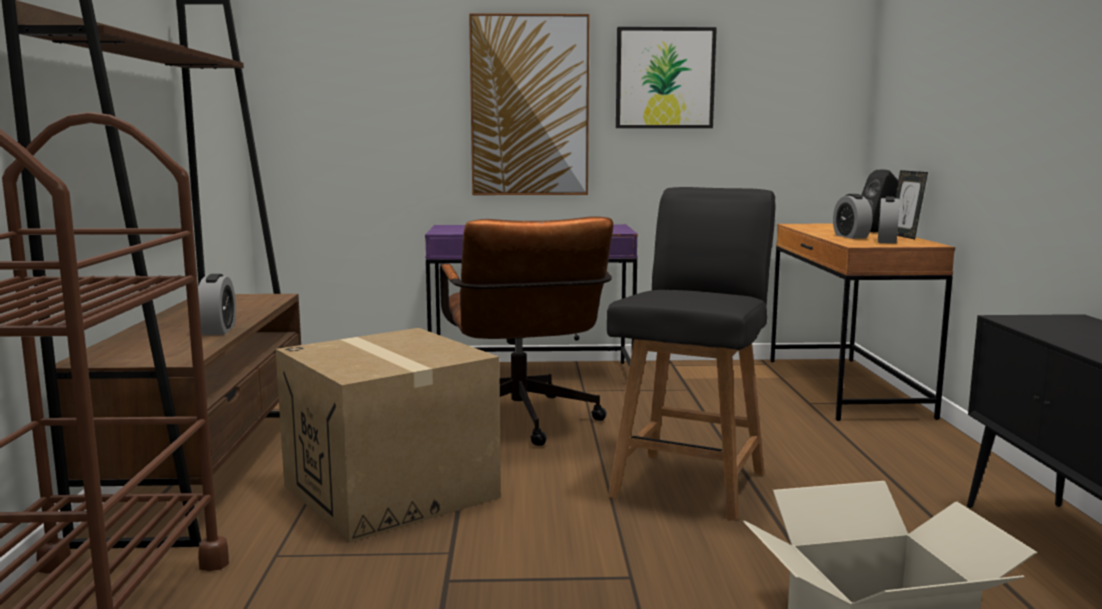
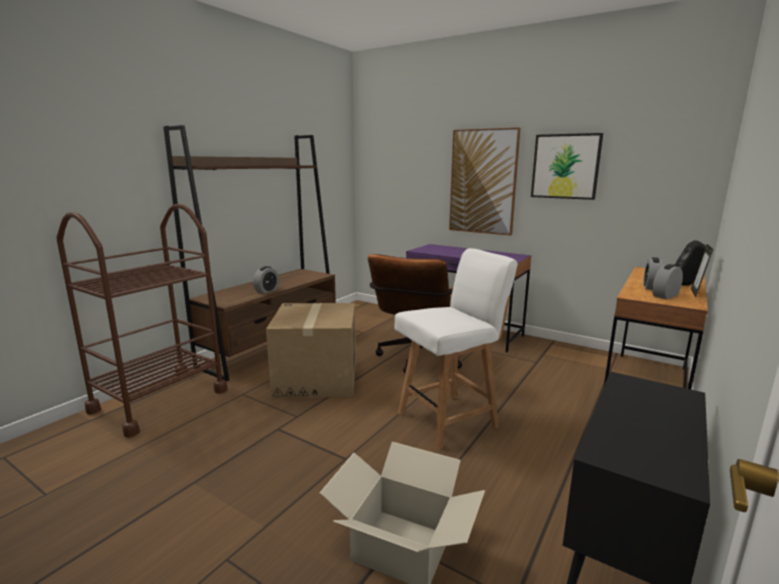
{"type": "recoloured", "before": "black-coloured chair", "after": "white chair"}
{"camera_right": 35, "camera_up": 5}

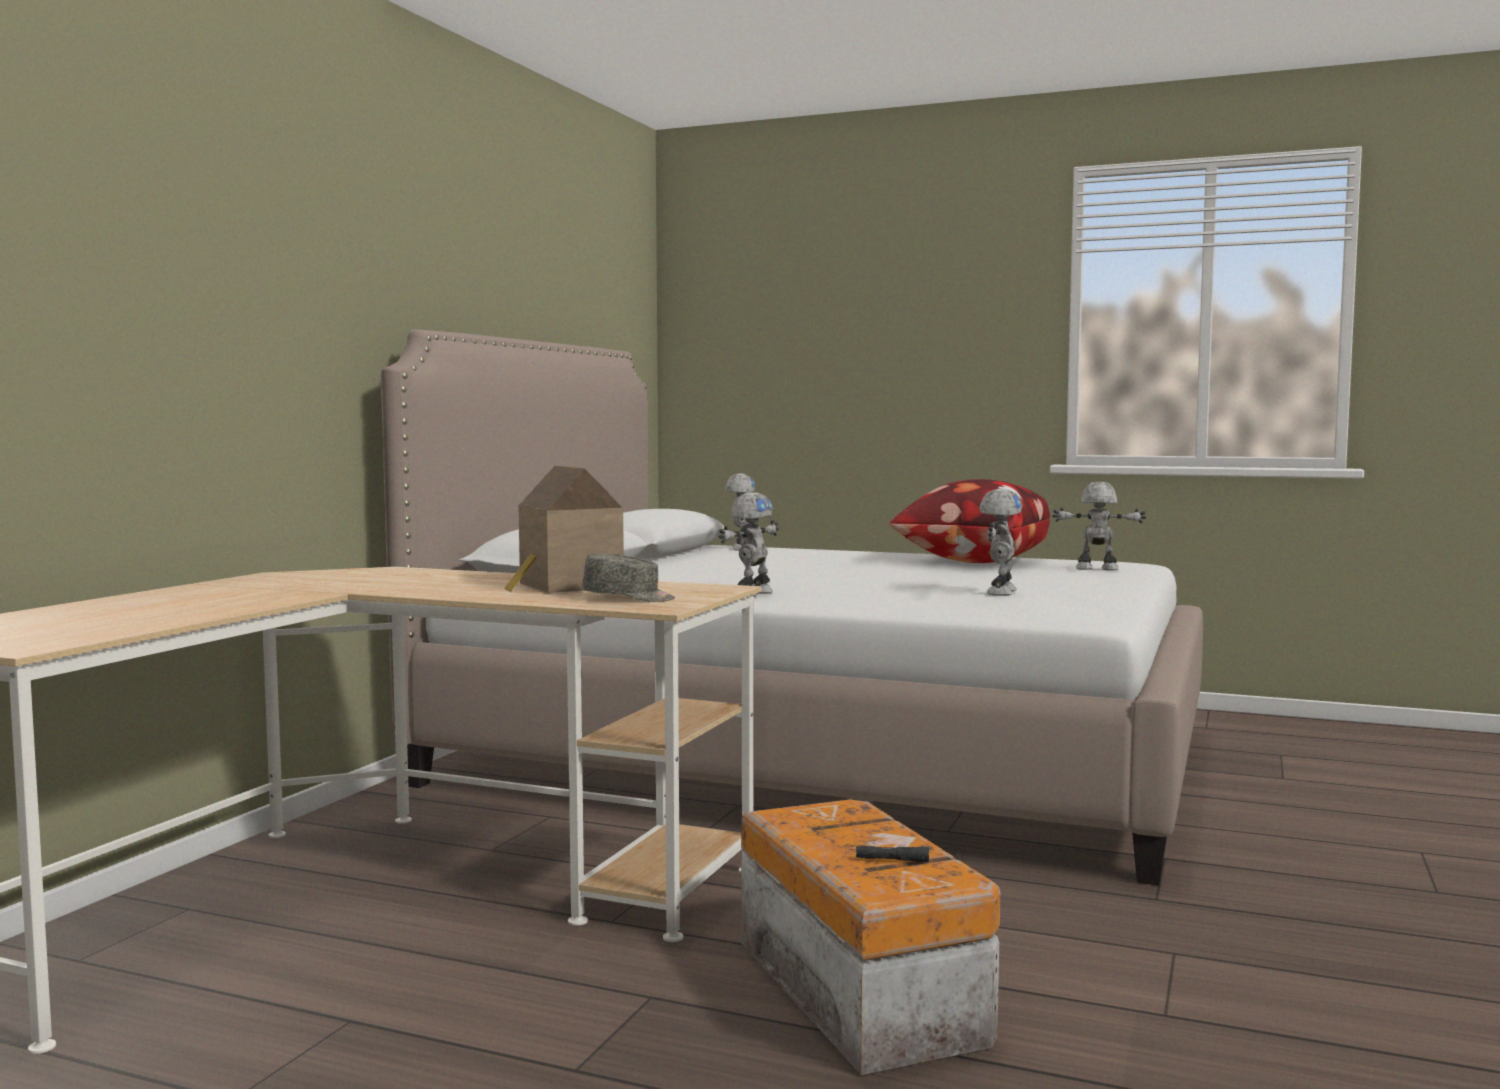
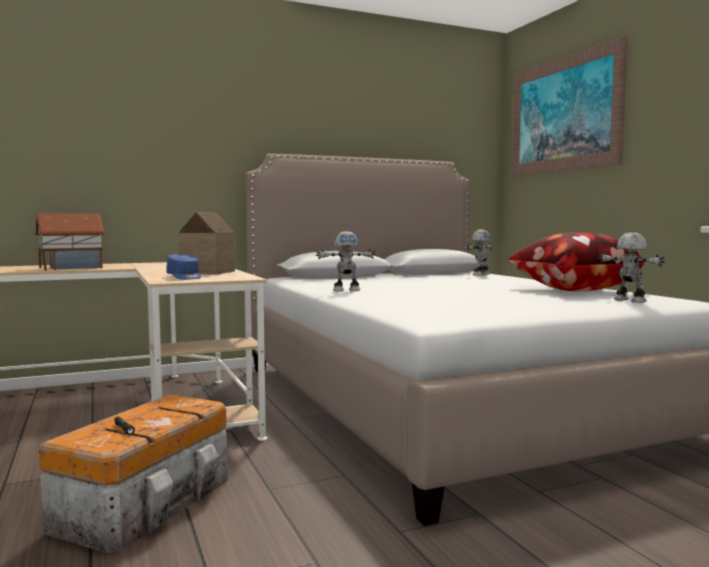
{"type": "removed", "before": "robot figure (3rd from left)"}
{"type": "recoloured", "before": "gray peaked cap", "after": "blue peaked cap"}
{"type": "added", "after": "wall picture"}
{"type": "added", "after": "model house (1st from left)"}
{"camera_right": 45, "camera_up": 0}

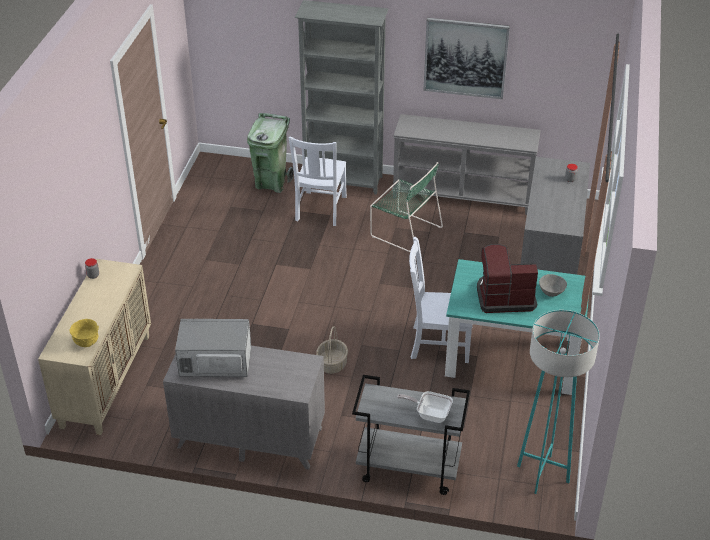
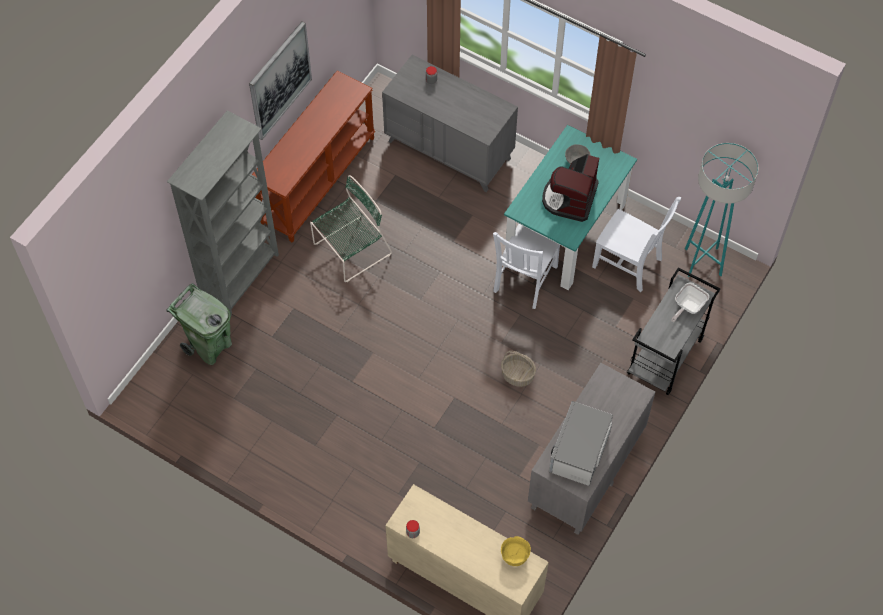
{"type": "recoloured", "before": "gray hall table", "after": "brown-coloured hall table"}
{"type": "moved", "before": "white chair (1st from left in the first image)", "after": "white chair (2nd from left)"}
{"camera_right": -70, "camera_up": 20}

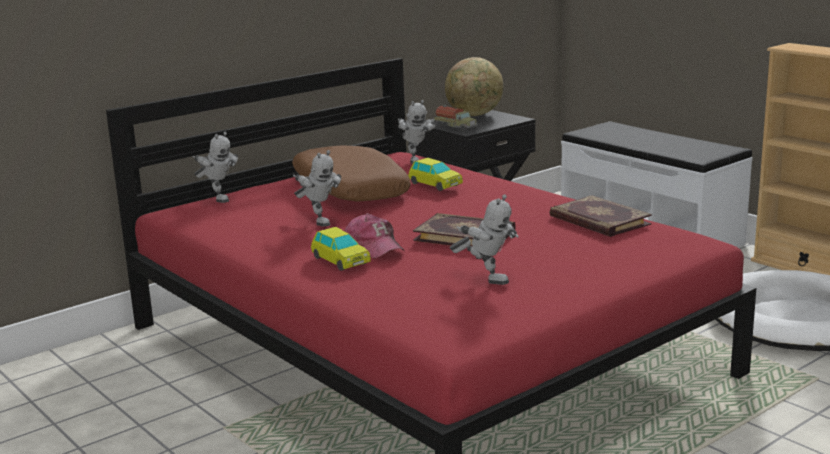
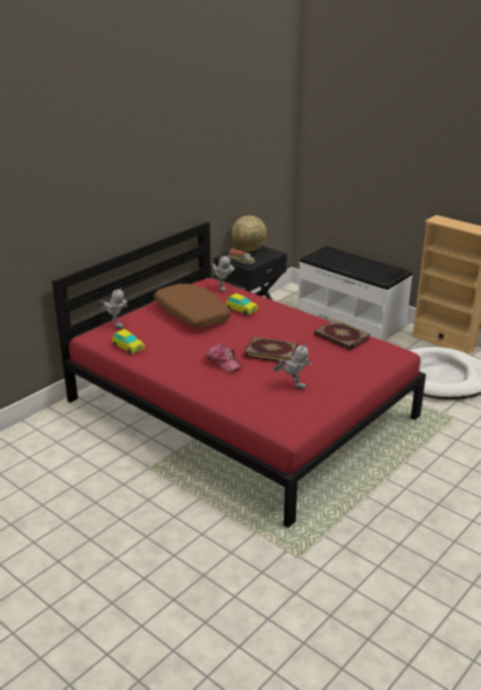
{"type": "removed", "before": "robot figure (2nd from left)"}
{"type": "moved", "before": "model car (1st from left)"}
{"camera_right": -10, "camera_up": 10}

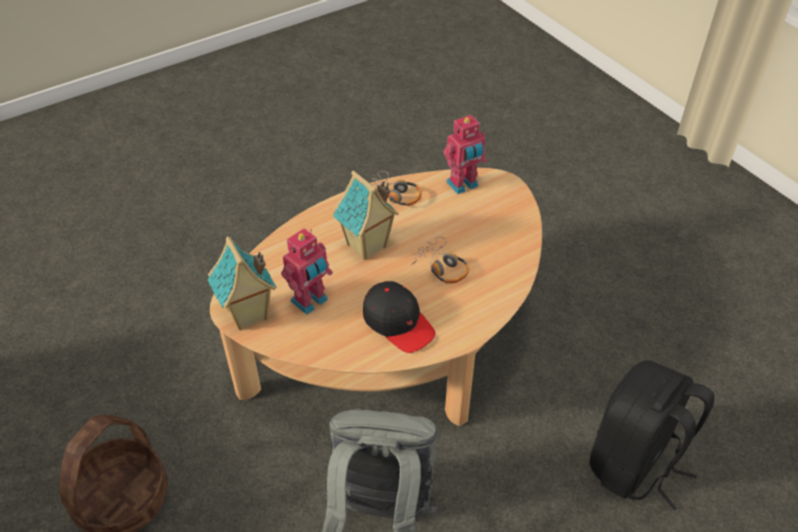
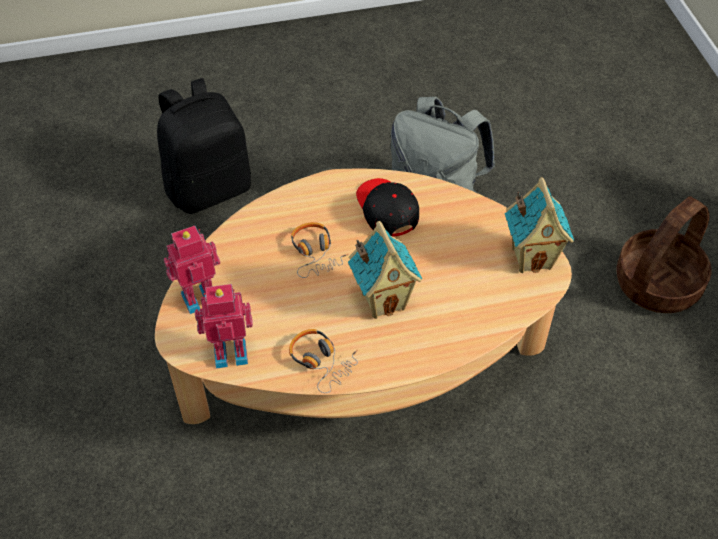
{"type": "moved", "before": "robot figure (1st from left)"}
{"camera_right": -160, "camera_up": 5}

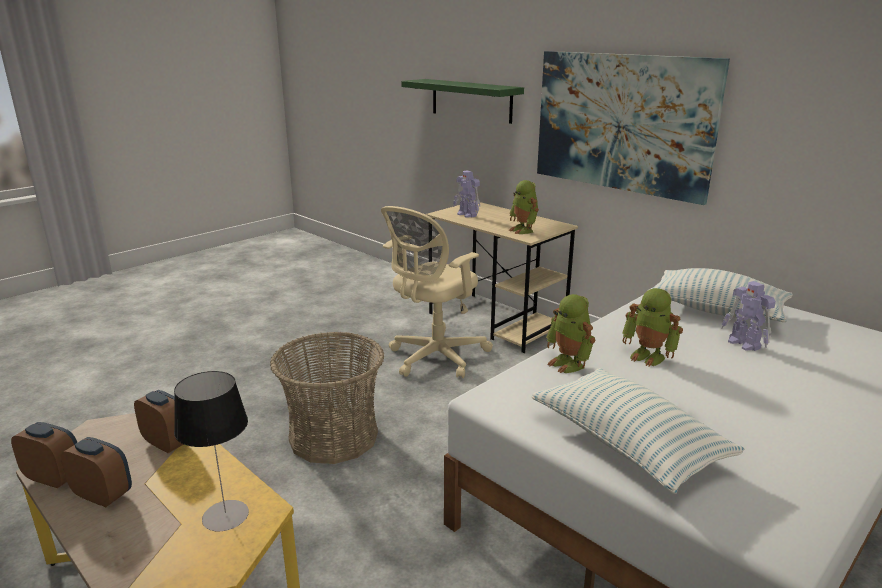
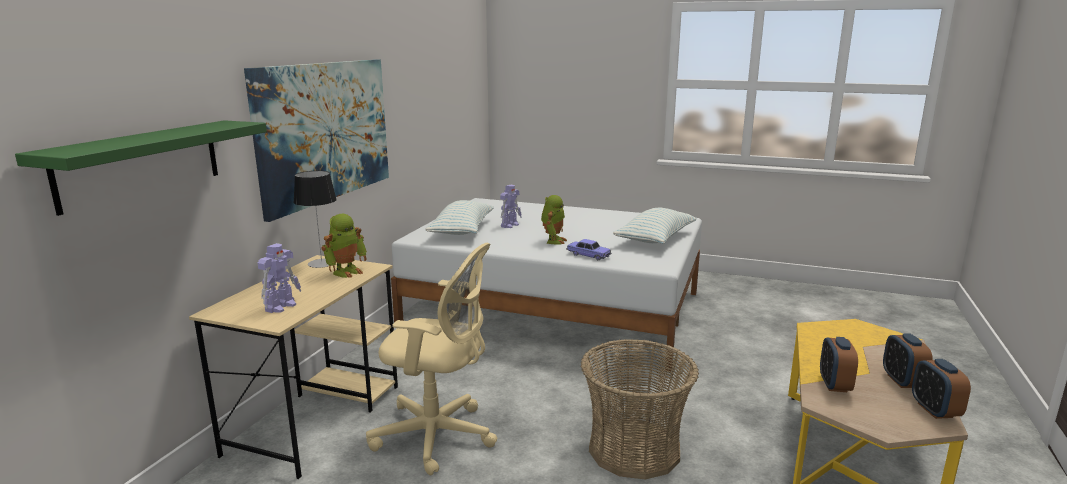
{"type": "replaced", "before": "robot figure (3rd from left)", "after": "model car"}
{"type": "moved", "before": "lamp for a table"}
{"camera_right": -115, "camera_up": -5}

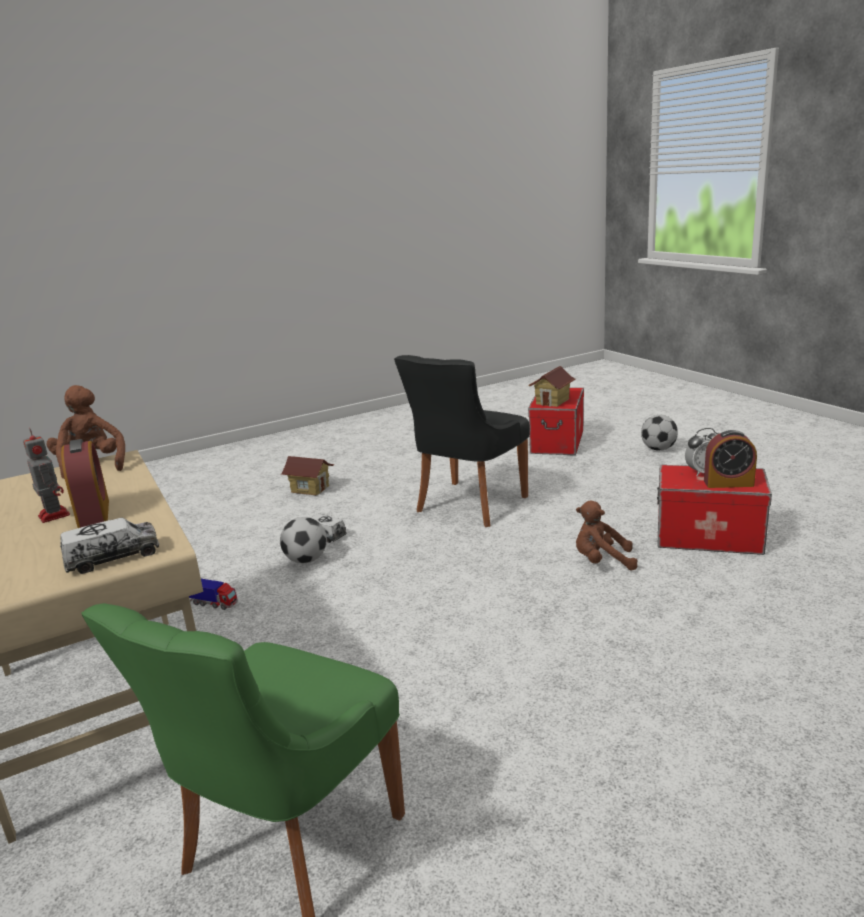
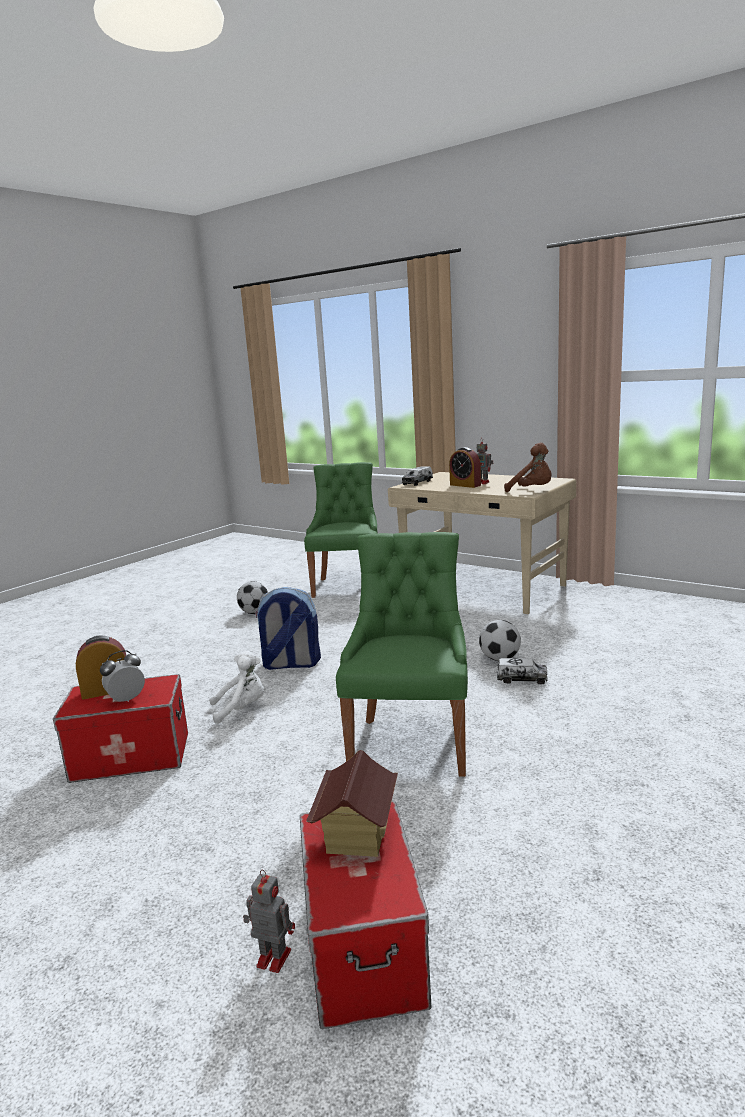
{"type": "recoloured", "before": "black-coloured chair", "after": "greenish chair (2nd from left)"}
{"type": "moved", "before": "ball for football (2nd from left in the first image)", "after": "ball for football (1st from left)"}
{"type": "removed", "before": "model house (1st from left)"}
{"type": "recoloured", "before": "brown-coloured plush toy (2nd from left)", "after": "white plush toy"}
{"type": "removed", "before": "model truck (2nd from left)"}
{"type": "added", "after": "knapsack"}
{"type": "added", "after": "robot figure (1st from left)"}
{"camera_right": 155, "camera_up": -5}

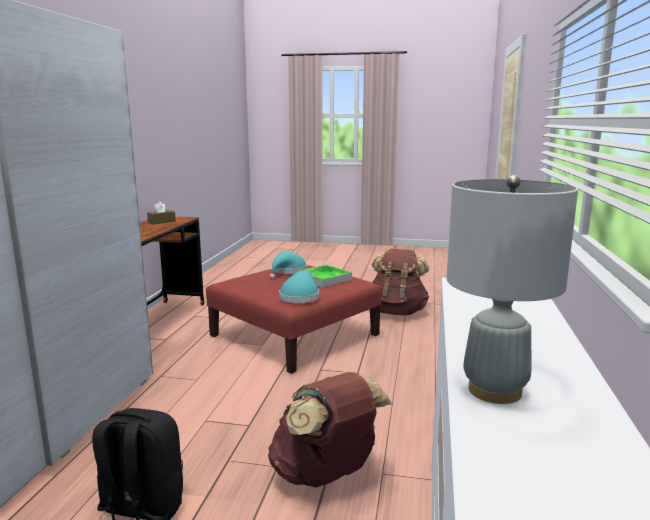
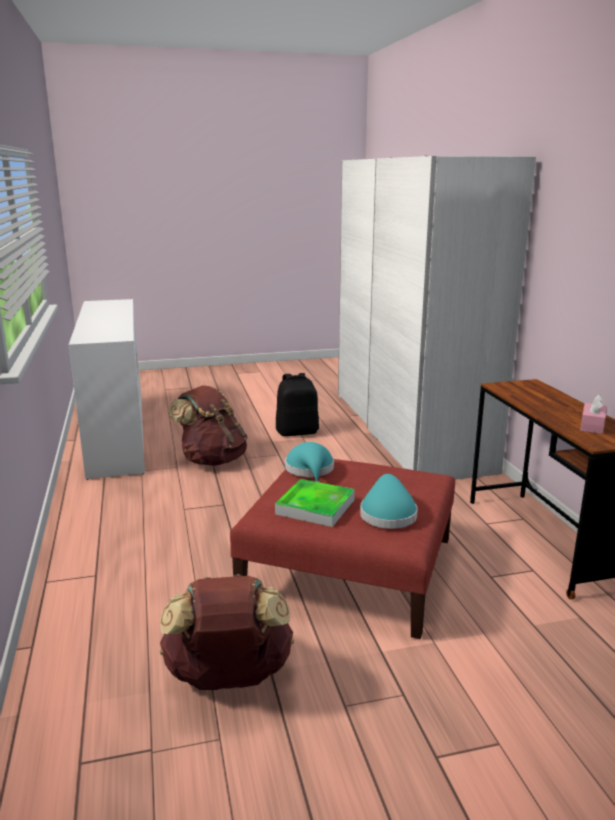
{"type": "removed", "before": "gray lamp for a table"}
{"type": "recoloured", "before": "brown-coloured box of tissues", "after": "pink box of tissues"}
{"camera_right": 155, "camera_up": 5}

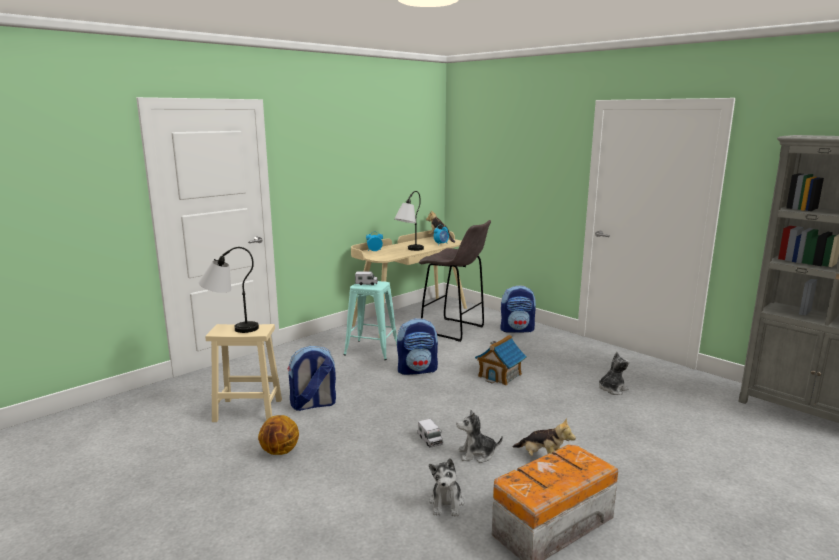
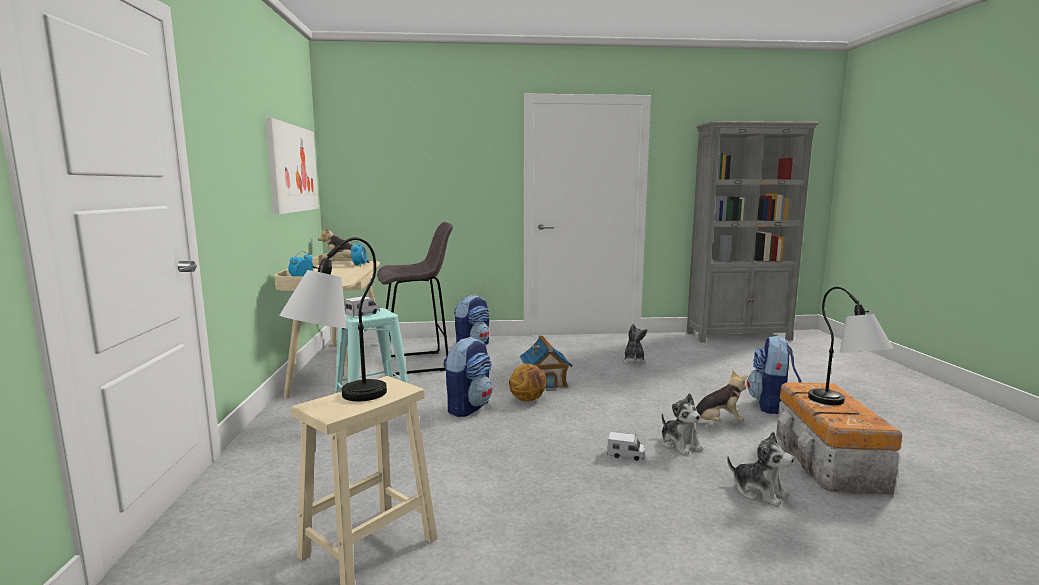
{"type": "moved", "before": "lamp for a table (2nd from left)"}
{"type": "moved", "before": "knapsack (1st from left in the first image)", "after": "knapsack (3rd from left)"}
{"type": "turned", "before": "plush toy (3rd from left)", "turn": -60}
{"type": "moved", "before": "ball for basketball"}
{"type": "added", "after": "wall picture"}
{"camera_right": -50, "camera_up": -5}

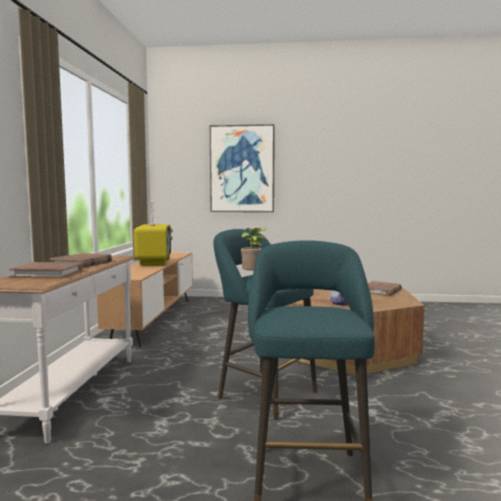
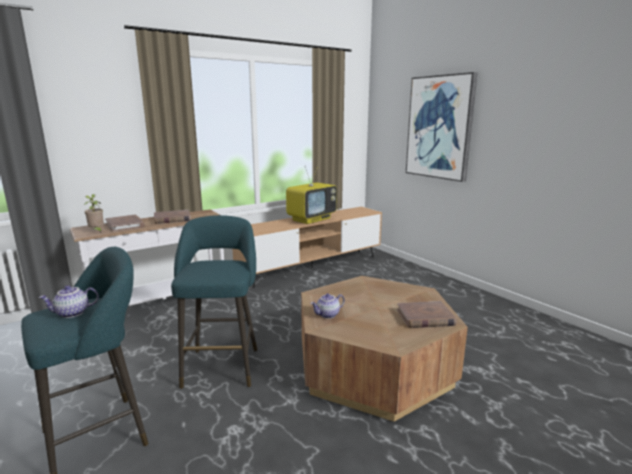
{"type": "moved", "before": "plant in a pot"}
{"type": "added", "after": "teapot (1st from left)"}
{"camera_right": 50, "camera_up": 10}

